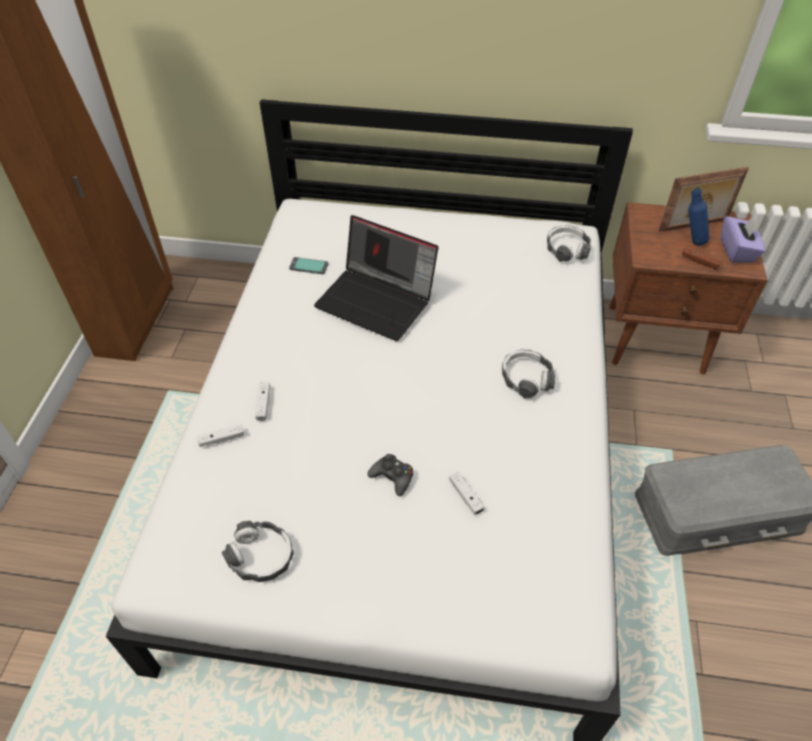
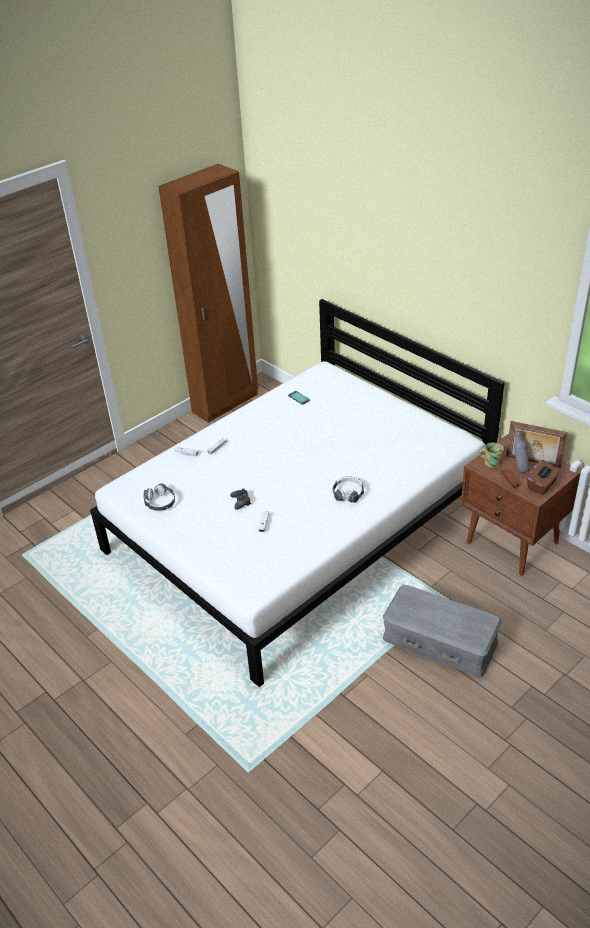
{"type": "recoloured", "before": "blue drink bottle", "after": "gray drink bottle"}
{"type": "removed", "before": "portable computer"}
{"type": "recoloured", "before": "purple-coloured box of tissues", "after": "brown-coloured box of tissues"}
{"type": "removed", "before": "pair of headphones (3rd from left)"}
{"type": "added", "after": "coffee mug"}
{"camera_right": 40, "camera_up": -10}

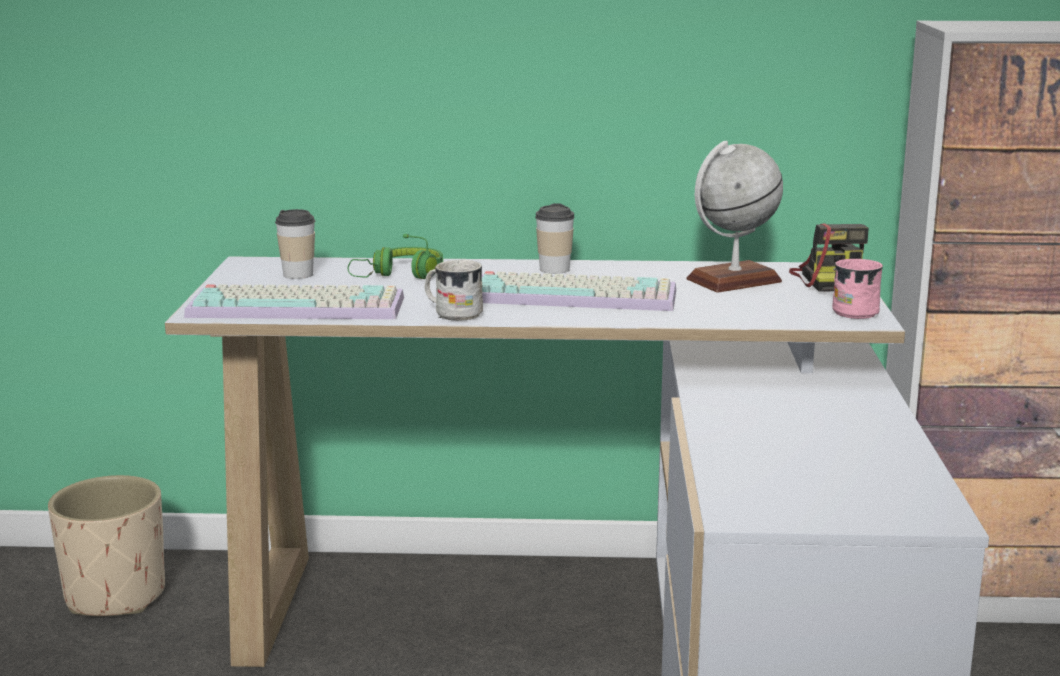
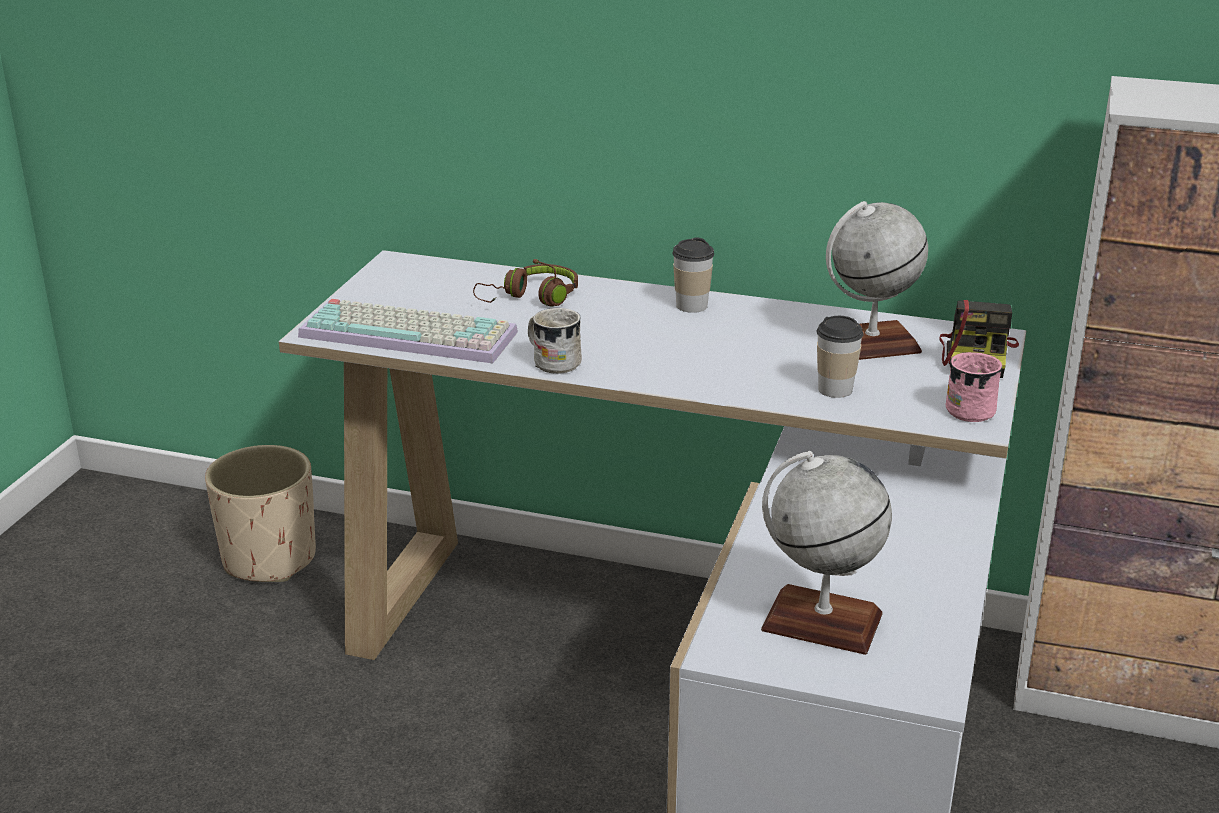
{"type": "moved", "before": "drinking cup (1st from left in the first image)", "after": "drinking cup (2nd from left)"}
{"type": "recoloured", "before": "greenish pair of headphones", "after": "brown-coloured pair of headphones"}
{"type": "removed", "before": "computer keyboard (2nd from left)"}
{"type": "added", "after": "world globe (1st from left)"}
{"camera_right": 15, "camera_up": 10}

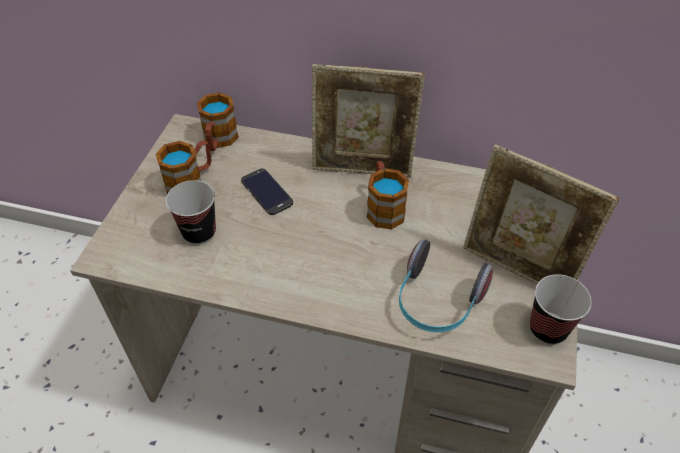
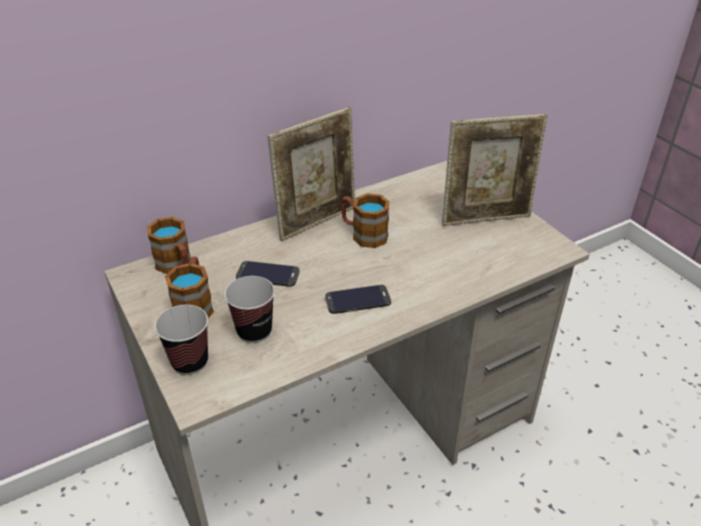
{"type": "removed", "before": "pair of headphones"}
{"type": "moved", "before": "drinking cup (2nd from left in the first image)", "after": "drinking cup (1st from left)"}
{"type": "added", "after": "telephone (2nd from left)"}
{"camera_right": -45, "camera_up": -10}

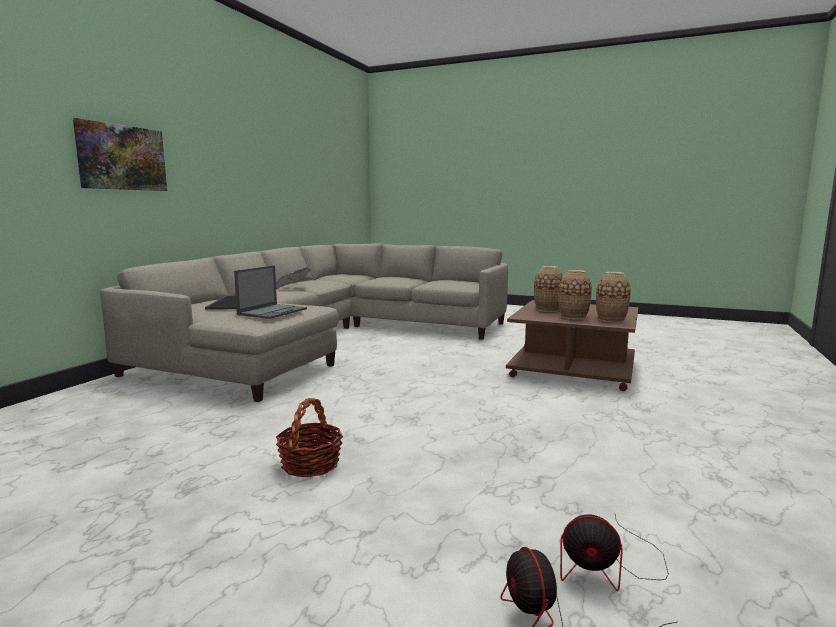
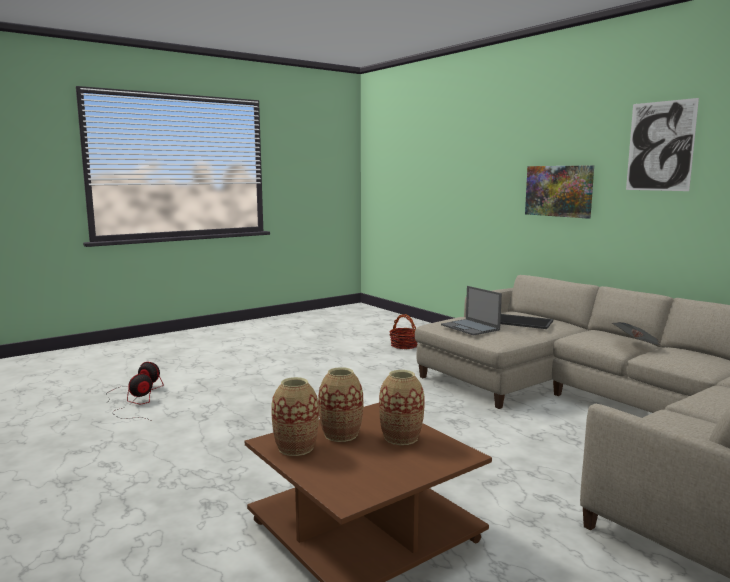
{"type": "moved", "before": "storage basket"}
{"type": "added", "after": "wall picture (2nd from left)"}
{"camera_right": 120, "camera_up": 0}

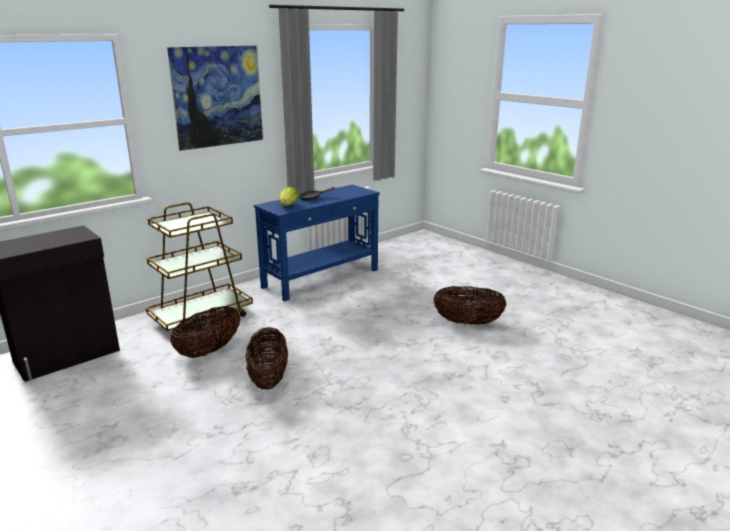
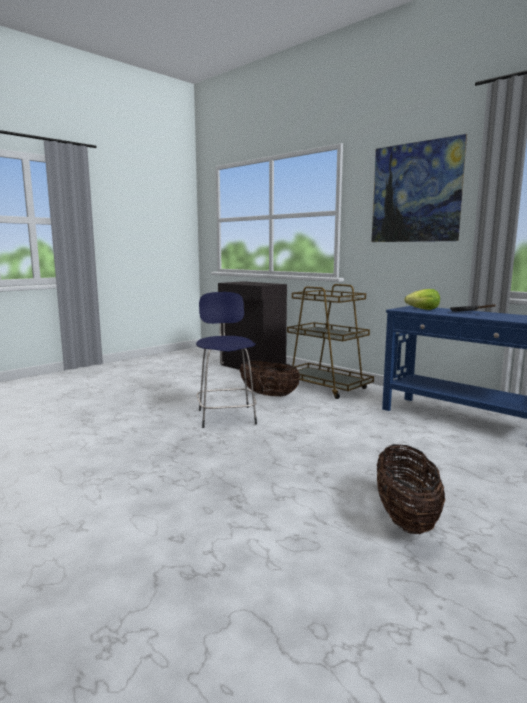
{"type": "replaced", "before": "storage basket (2nd from left)", "after": "blue stool"}
{"camera_right": 85, "camera_up": -10}

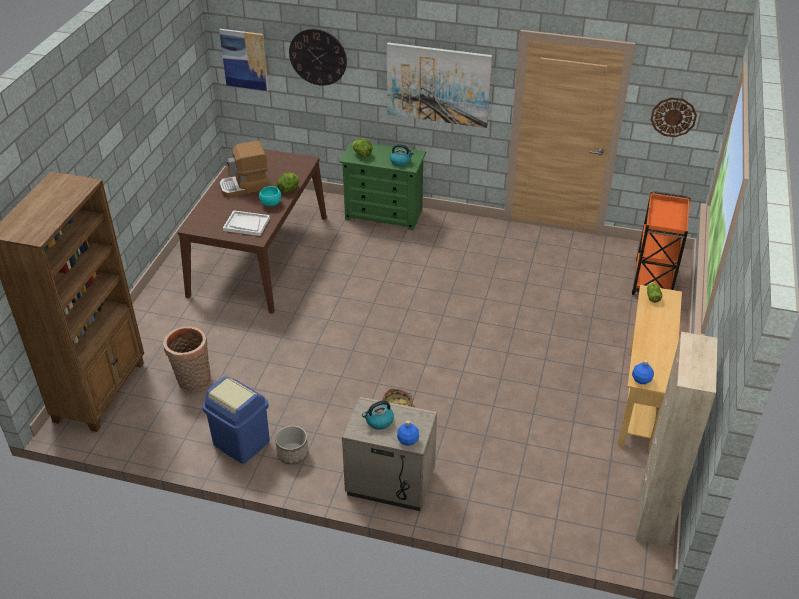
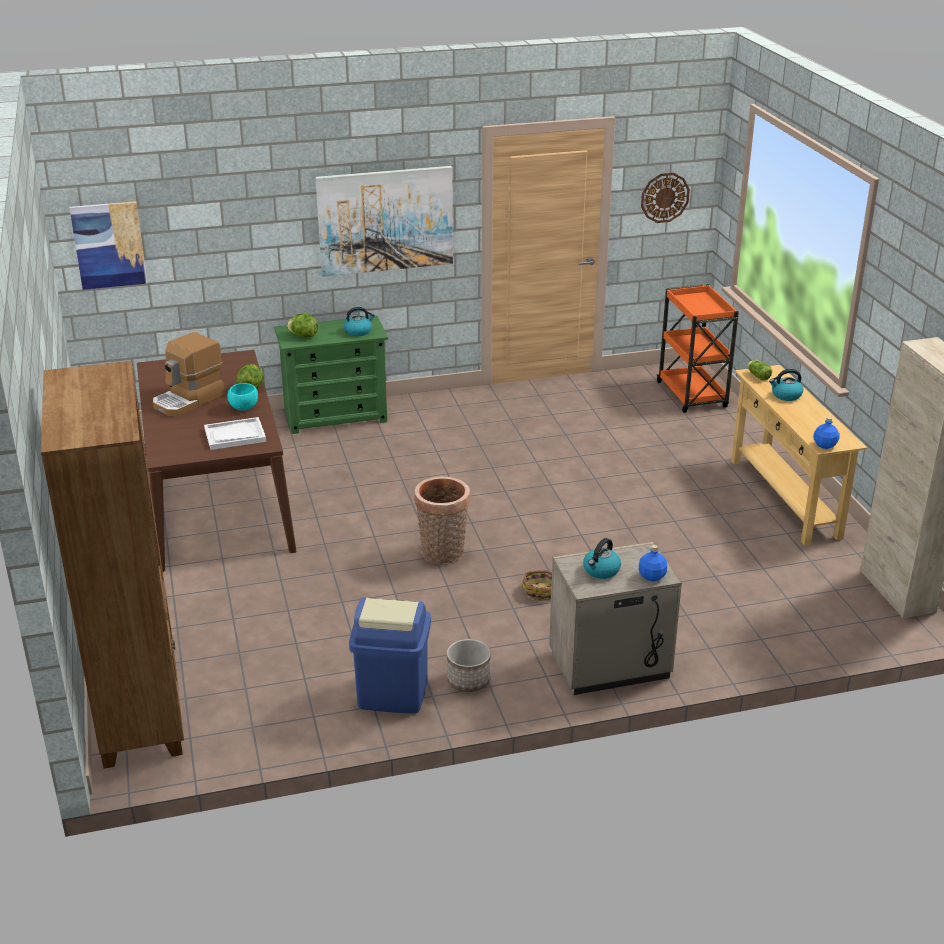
{"type": "removed", "before": "hanging clock (1st from left)"}
{"type": "moved", "before": "storage basket (1st from left)"}
{"type": "added", "after": "water kettle (3rd from left)"}
{"camera_right": -30, "camera_up": -10}

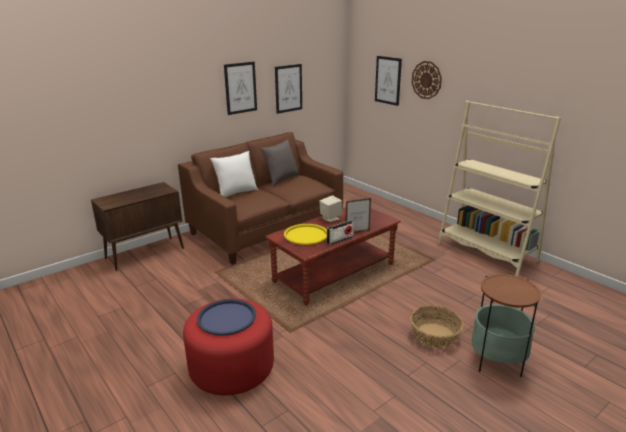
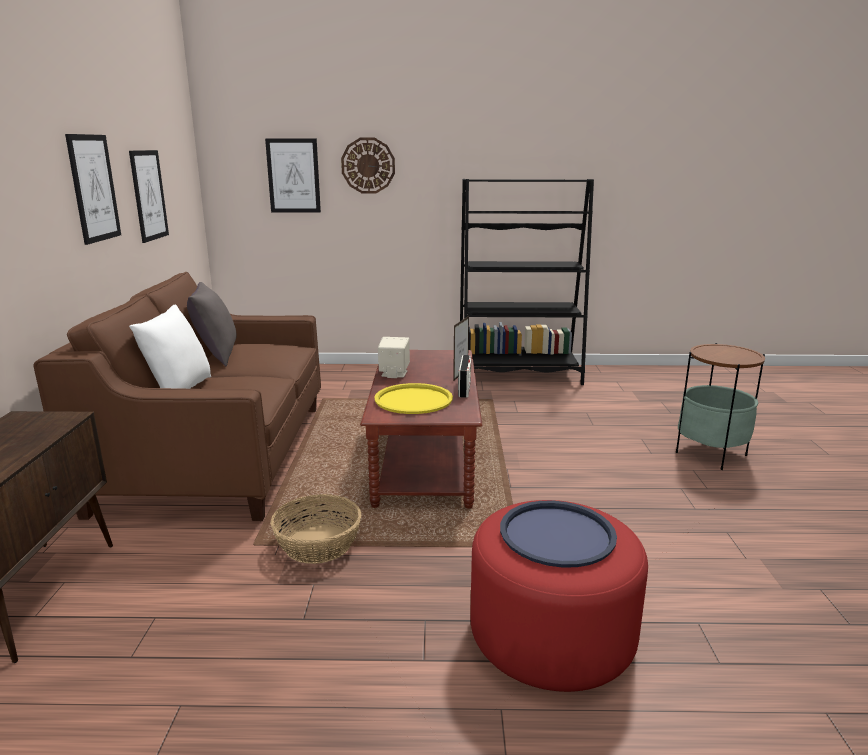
{"type": "recoloured", "before": "beige bookshelf", "after": "black-coloured bookshelf"}
{"type": "moved", "before": "storage basket"}
{"camera_right": -50, "camera_up": -5}

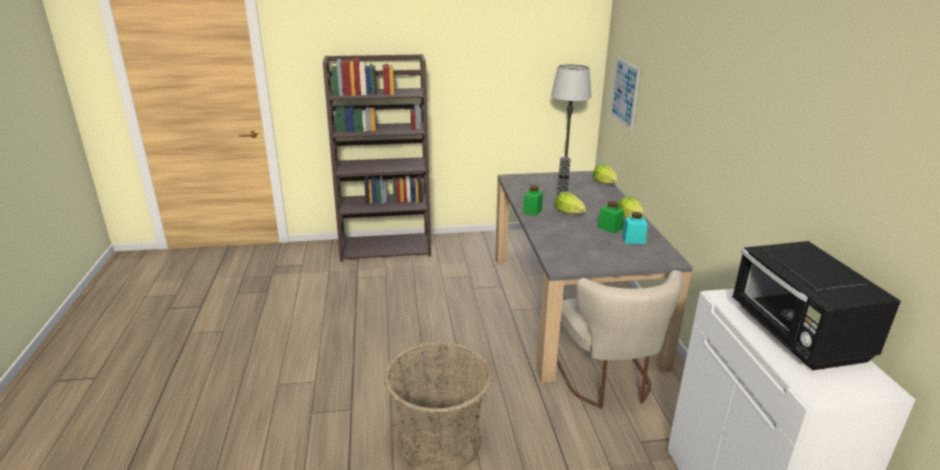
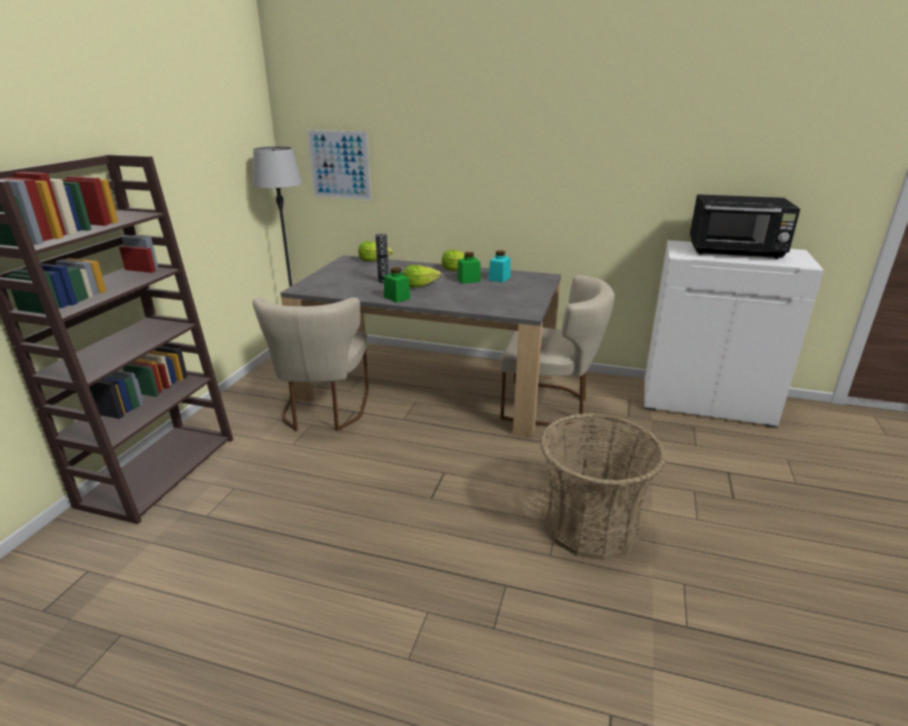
{"type": "added", "after": "beige chair (1st from left)"}
{"camera_right": -65, "camera_up": 0}

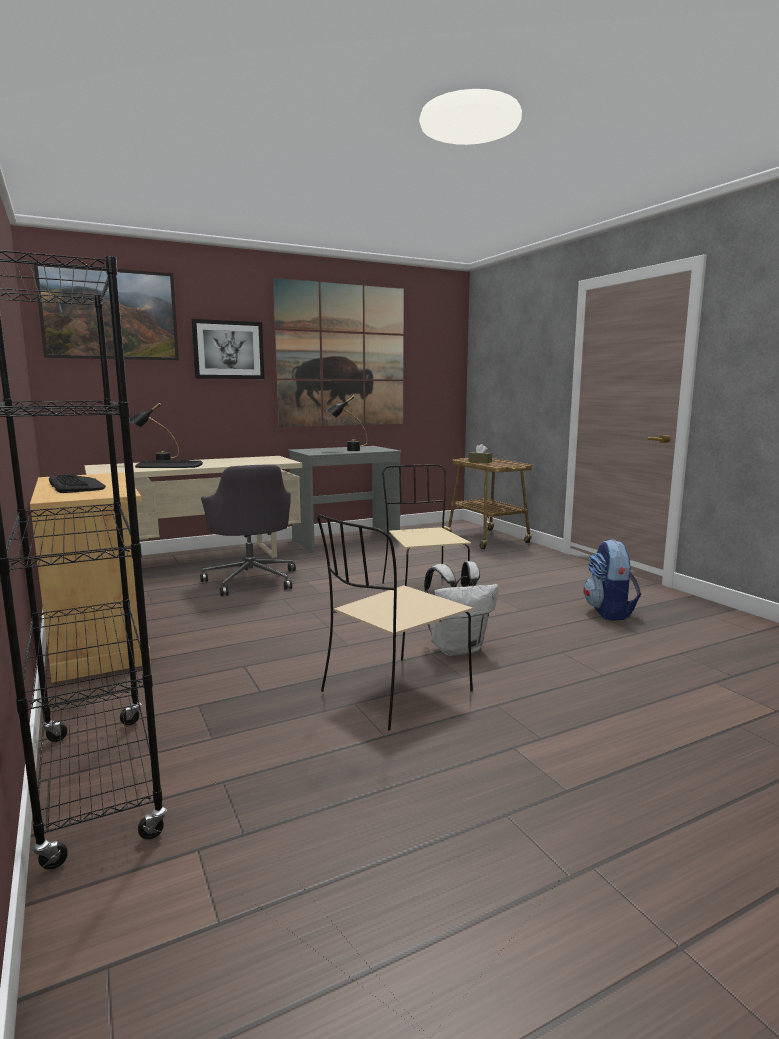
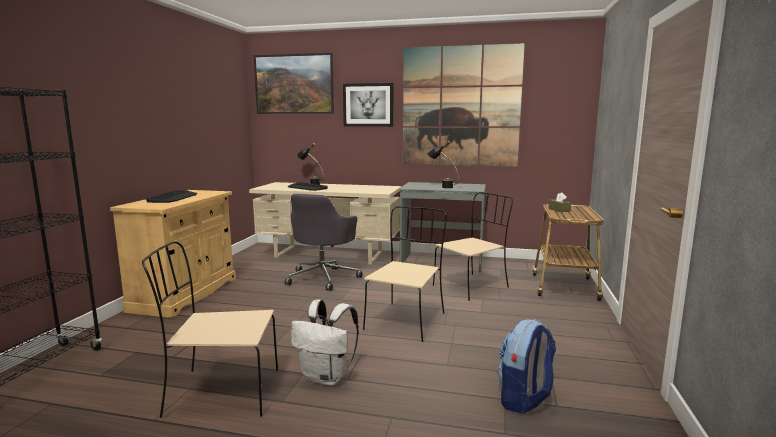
{"type": "added", "after": "beige chair (3rd from left)"}
{"camera_right": 40, "camera_up": 0}

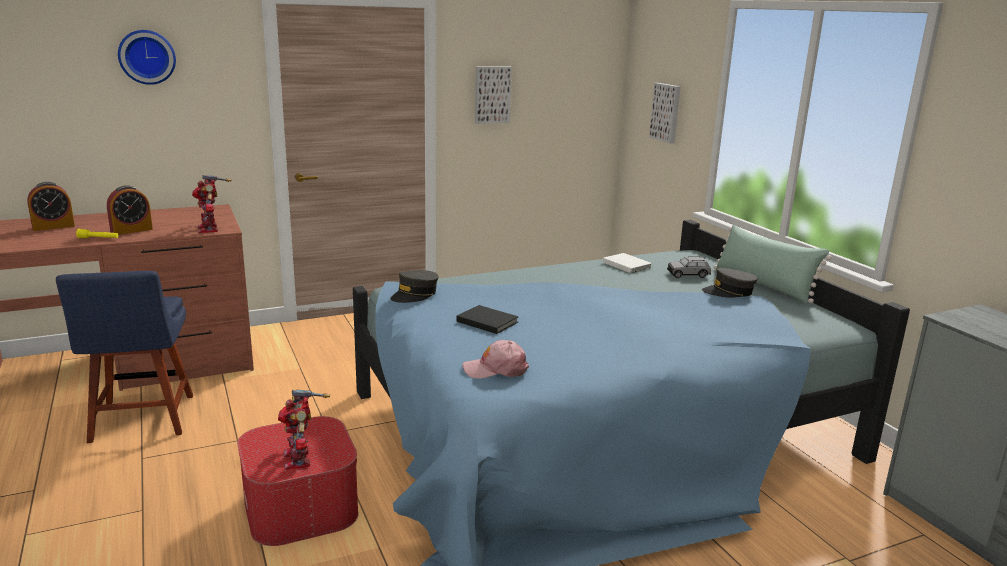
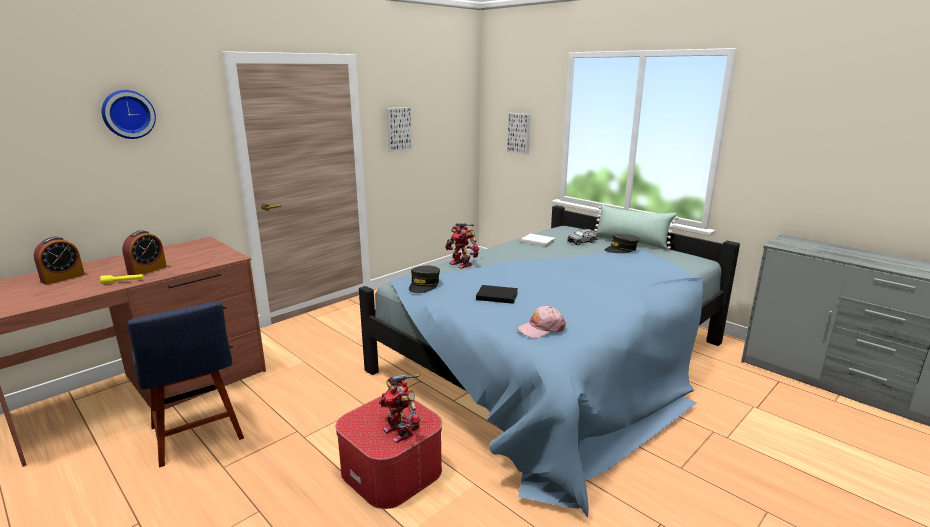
{"type": "moved", "before": "robot figure (1st from left in the first image)", "after": "robot figure (2nd from left)"}
{"camera_right": -20, "camera_up": 0}

